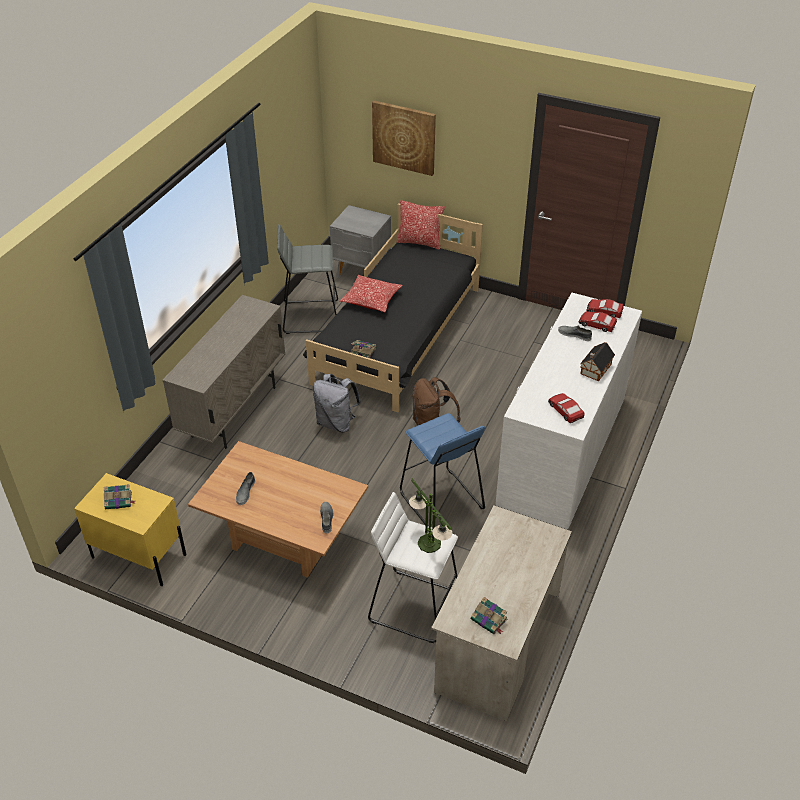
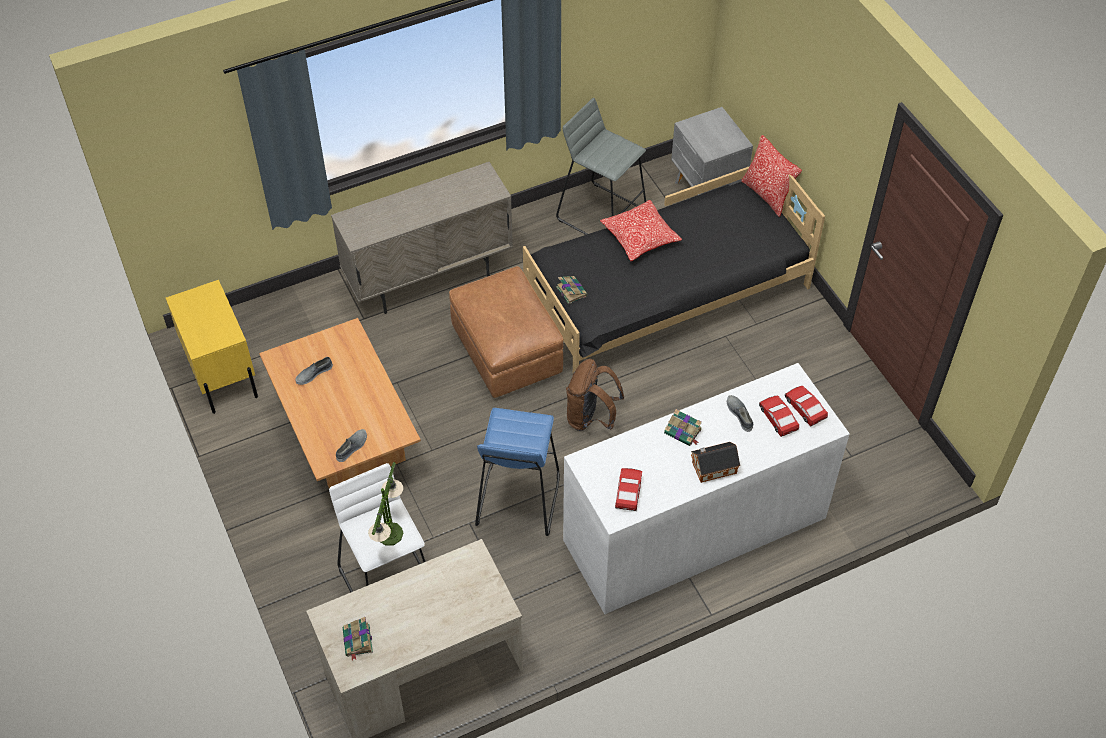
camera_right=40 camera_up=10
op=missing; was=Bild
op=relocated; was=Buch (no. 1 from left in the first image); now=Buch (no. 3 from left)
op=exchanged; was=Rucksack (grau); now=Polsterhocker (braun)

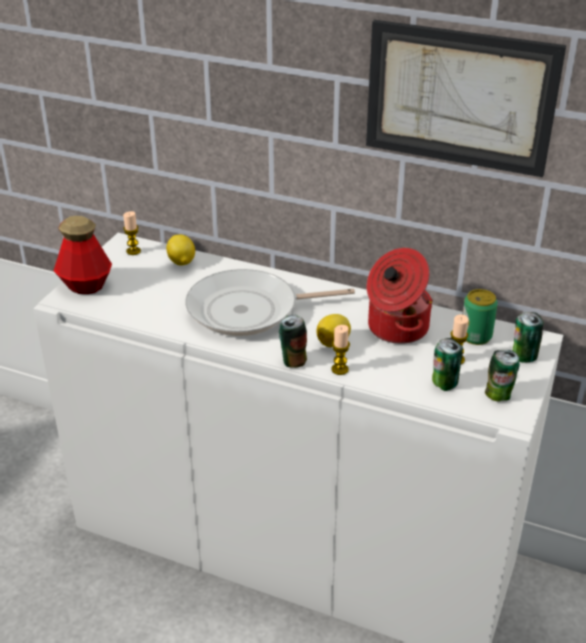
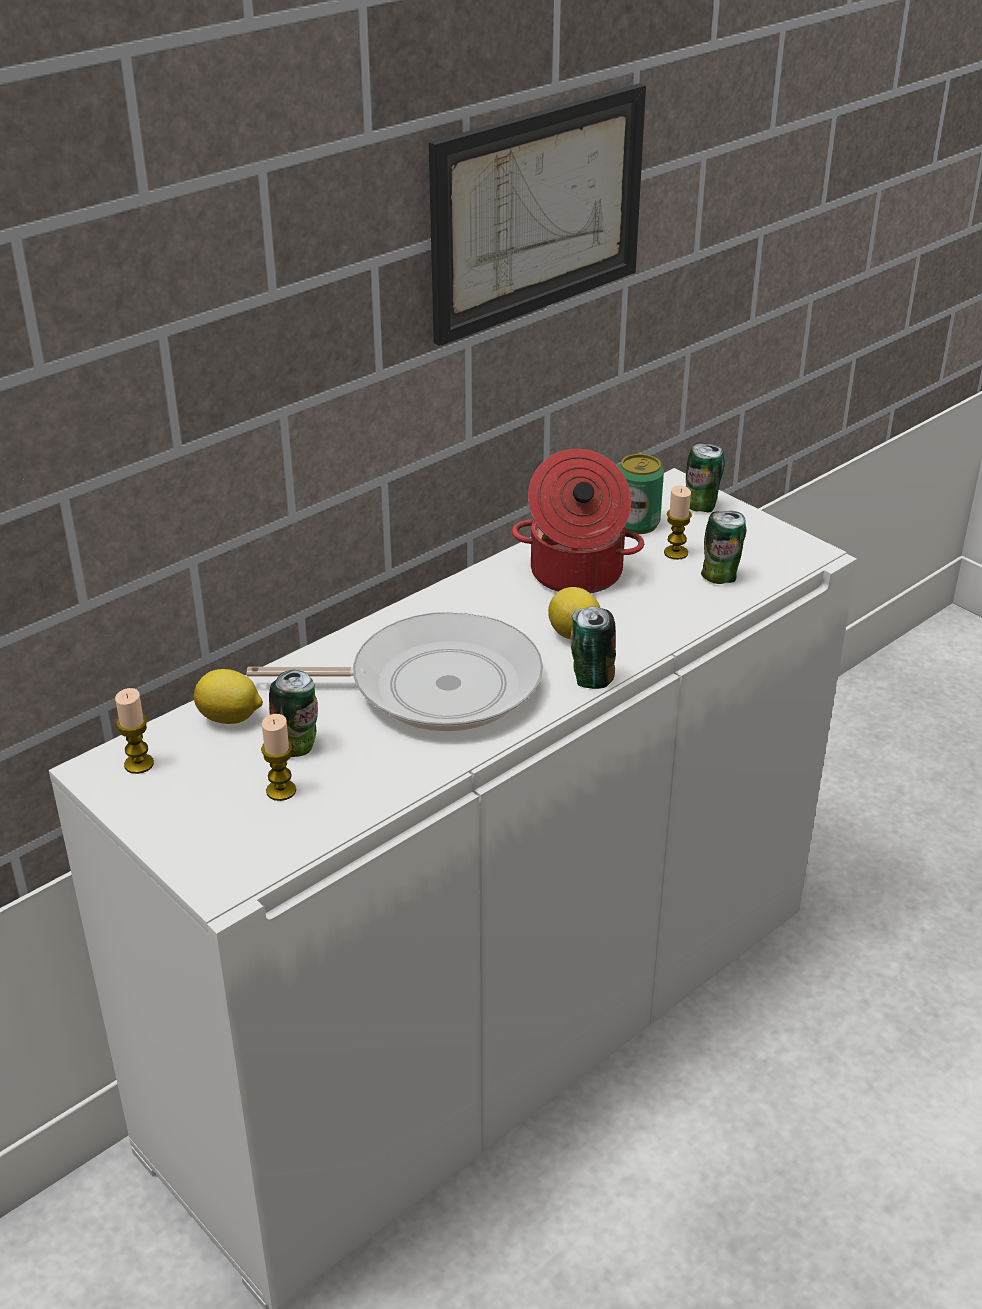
camera_right=-65 camera_up=0
op=missing; was=Flasche
op=relocated; was=Kerze (no. 2 from left)
op=relocated; was=Dose (no. 4 from left in the first image); now=Dose (no. 1 from left)
op=spun; was=Pfanne; clockwise=-105

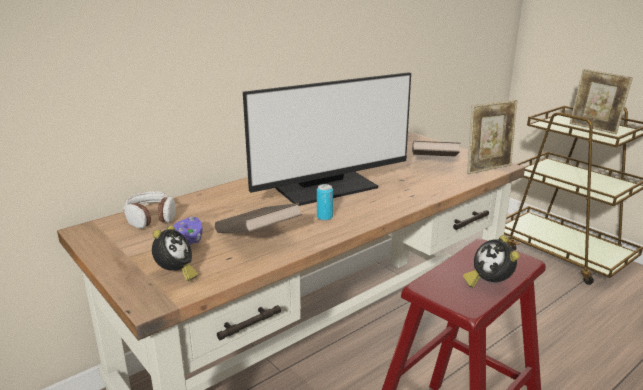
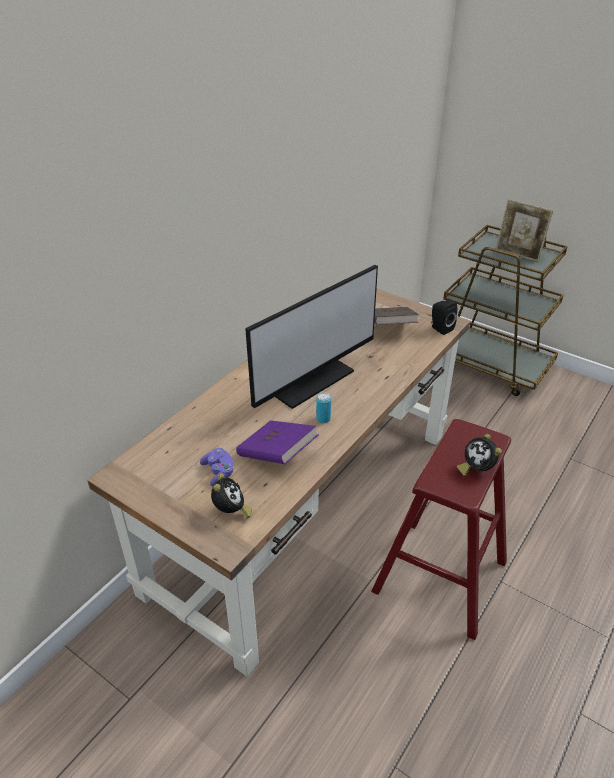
camera_right=-15 camera_up=15
op=missing; was=Kopfhörer
op=exchanged; was=Bilderrahmen (no. 1 from left); now=Lautsprecher (schwarz)
op=colour; was=Buch (braun) (no. 1 from left); now=Buch (lila)

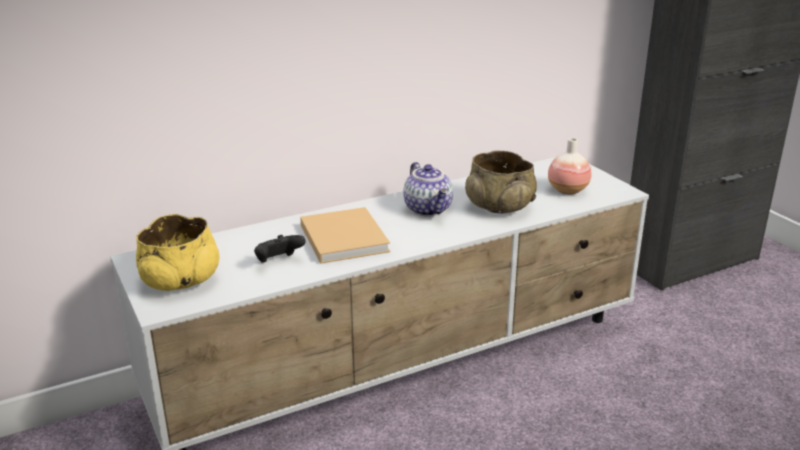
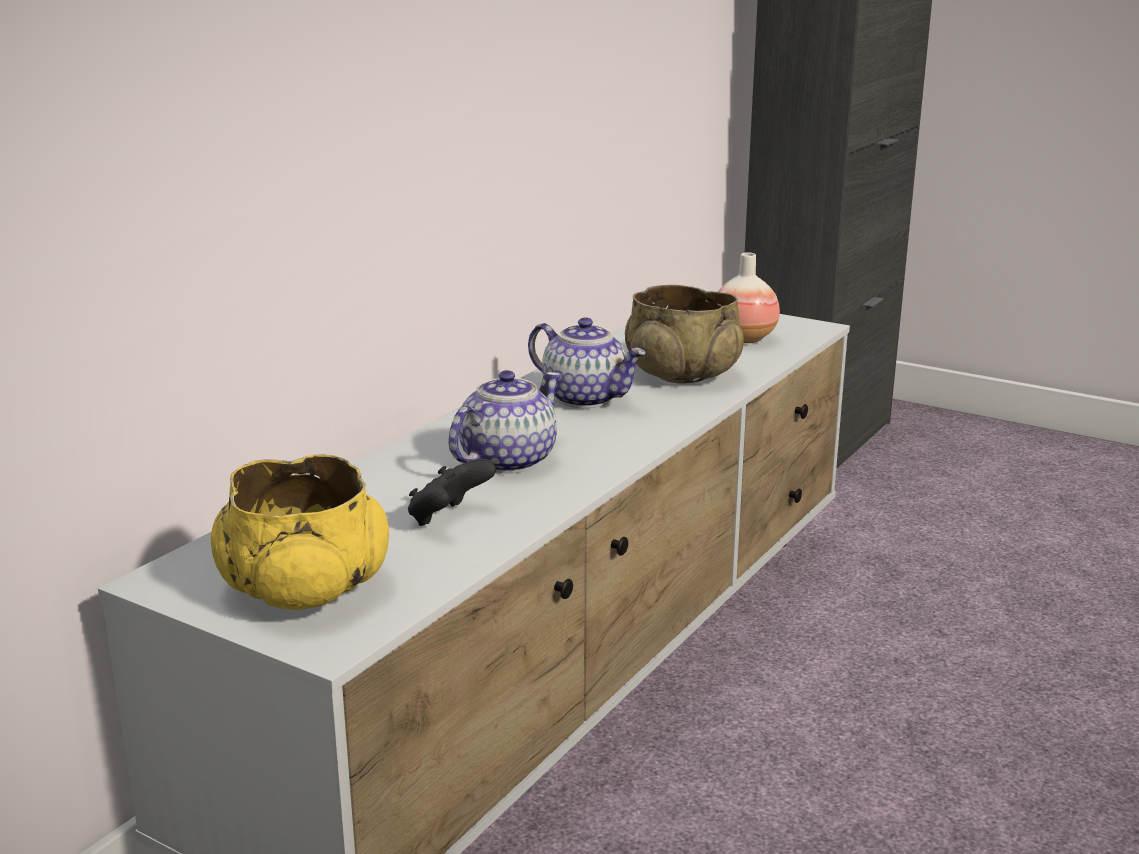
camera_right=-30 camera_up=-5
op=exchanged; was=Buch (beige); now=Teekanne (no. 1 from left)

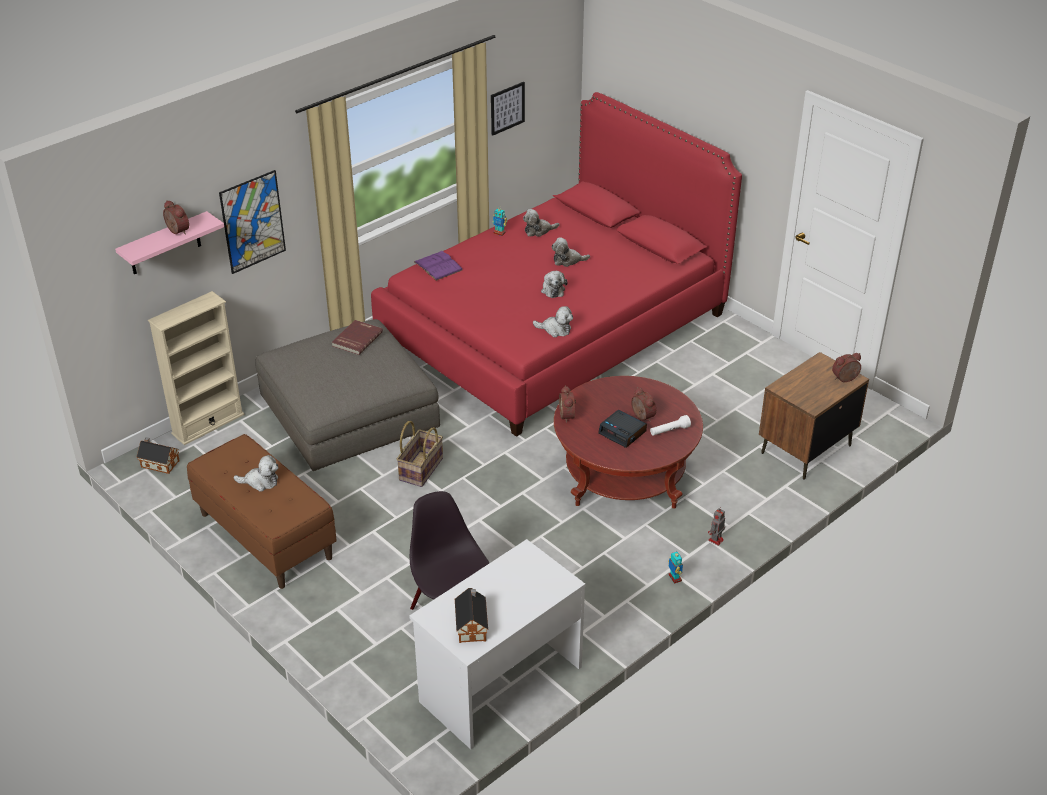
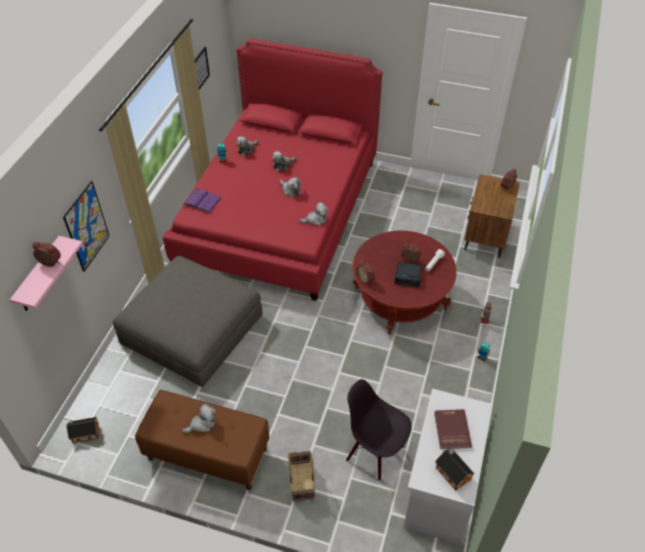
camera_right=-30 camera_up=10
op=missing; was=Bücherregal (beige)
op=relocated; was=Buch (rot)
op=relocated; was=Korb

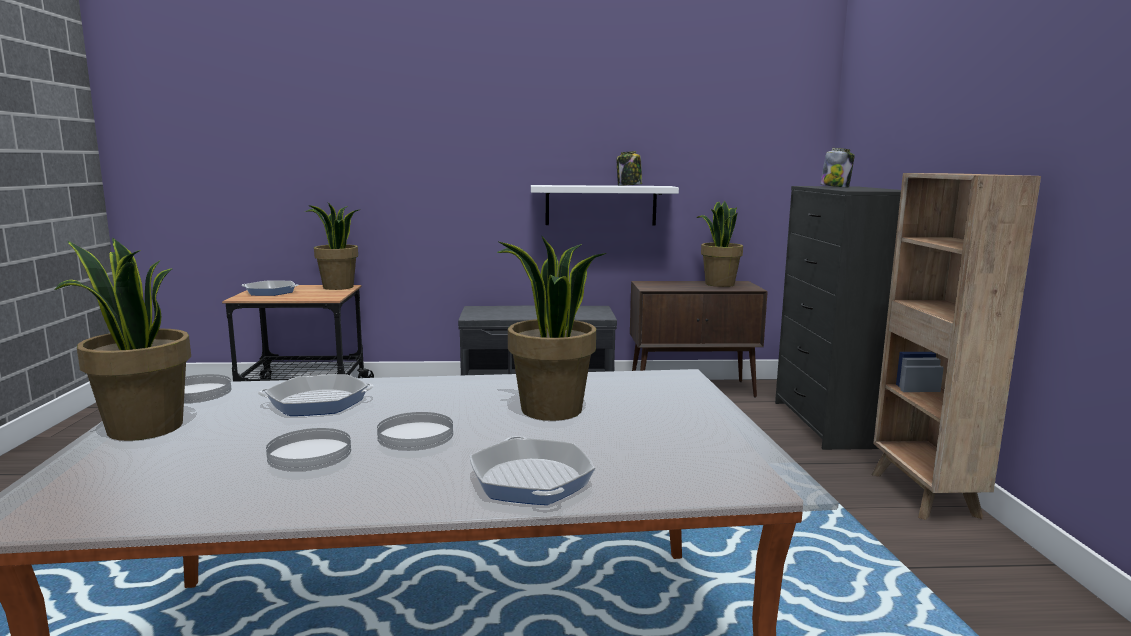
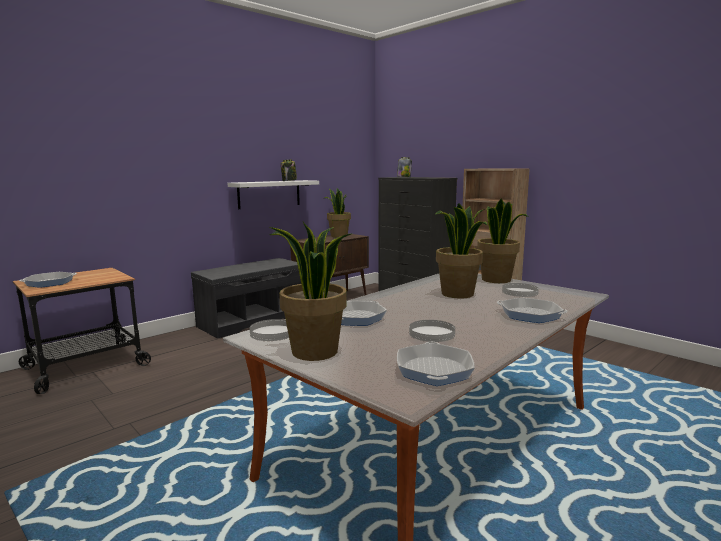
camera_right=-40 camera_up=0
op=appeared; now=Pfanne (no. 3 from left)
op=relocated; was=Topfpflanze (no. 2 from left in the first image); now=Topfpflanze (no. 4 from left)
op=relocated; was=Teller (weiß) (no. 3 from left)

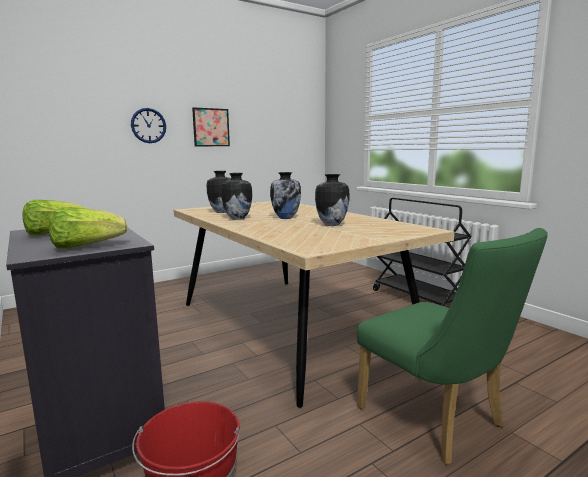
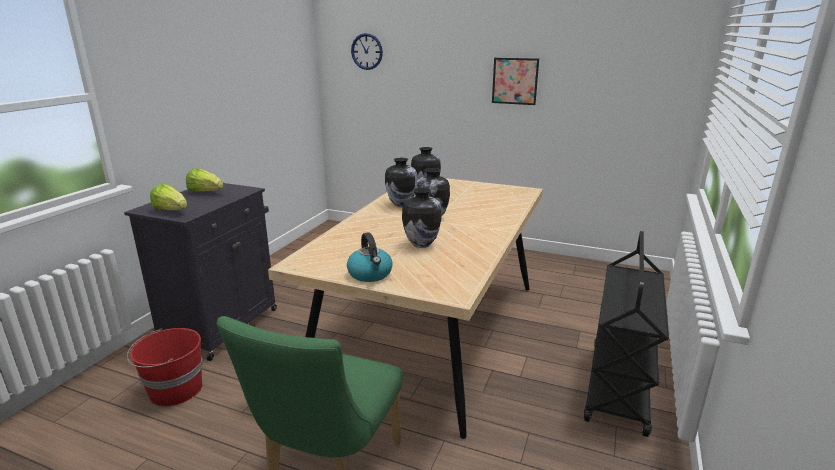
camera_right=55 camera_up=10
op=appeared; now=Wasserkessel
op=relocated; was=Wanduhr

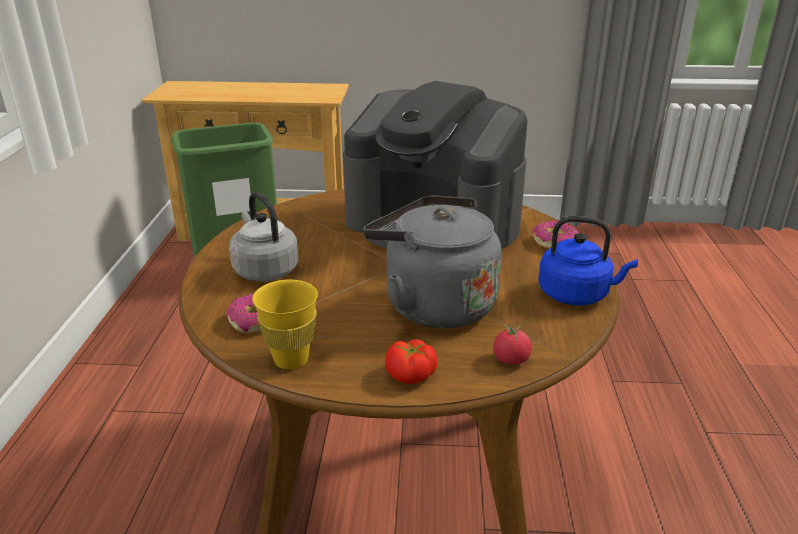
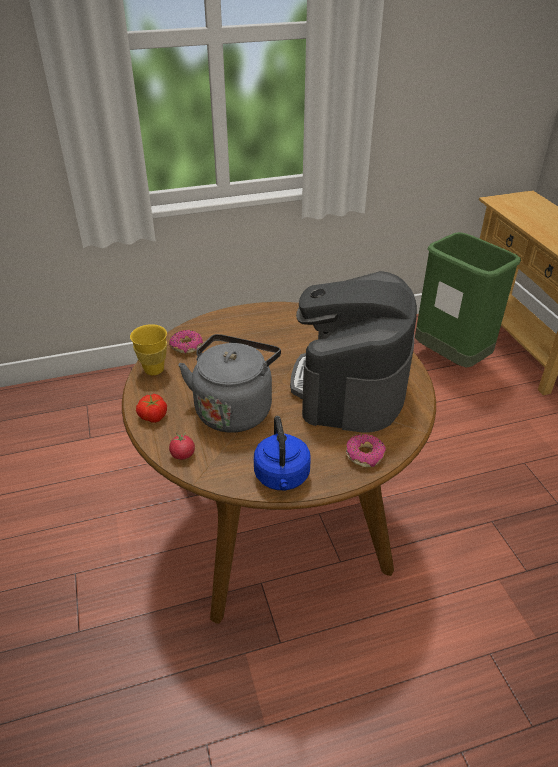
camera_right=70 camera_up=10
op=missing; was=Wasserkessel (grau) (no. 1 from left)

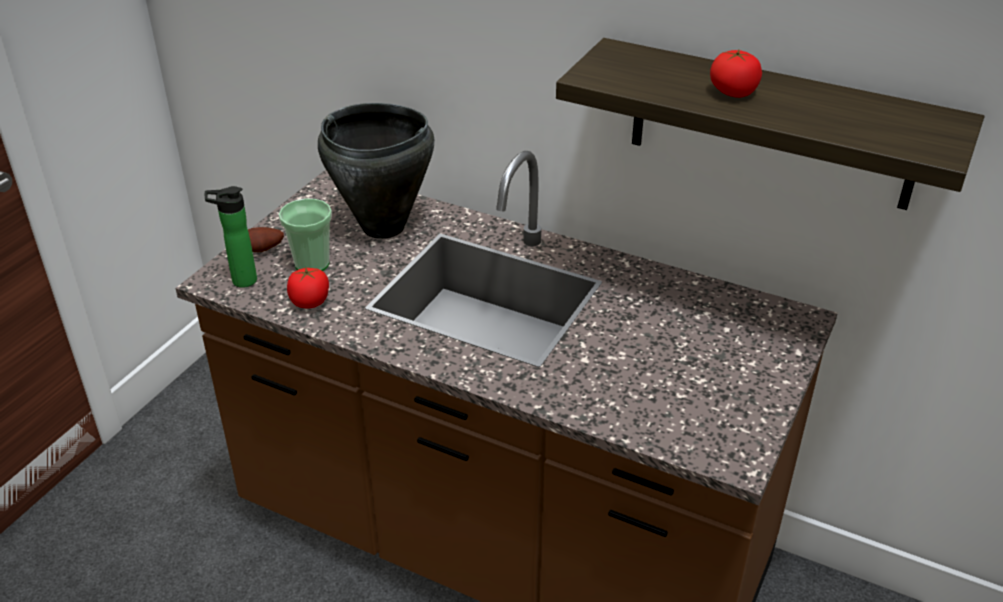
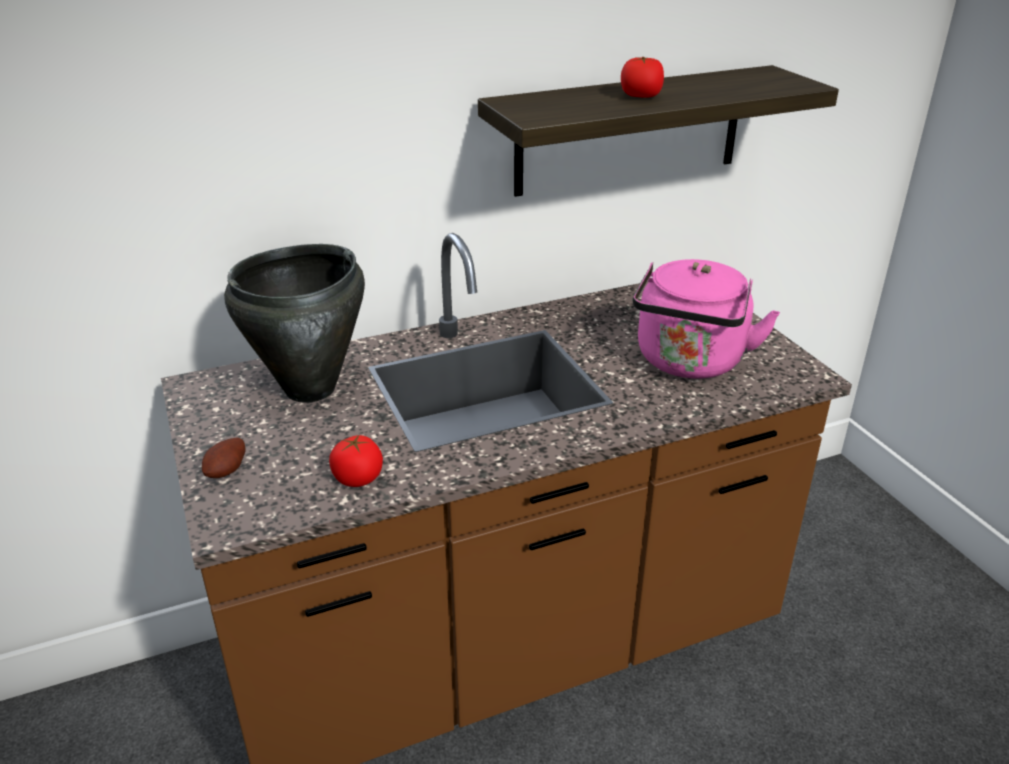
camera_right=-50 camera_up=-5
op=missing; was=Flasche
op=missing; was=Tasse
op=appeared; now=Wasserkessel (rosa)

